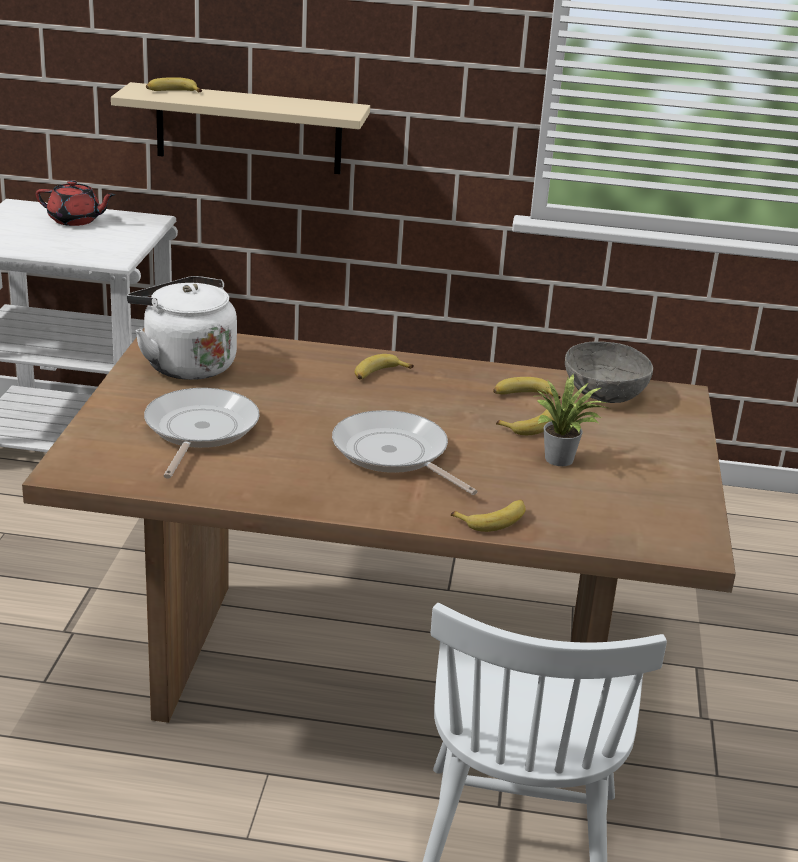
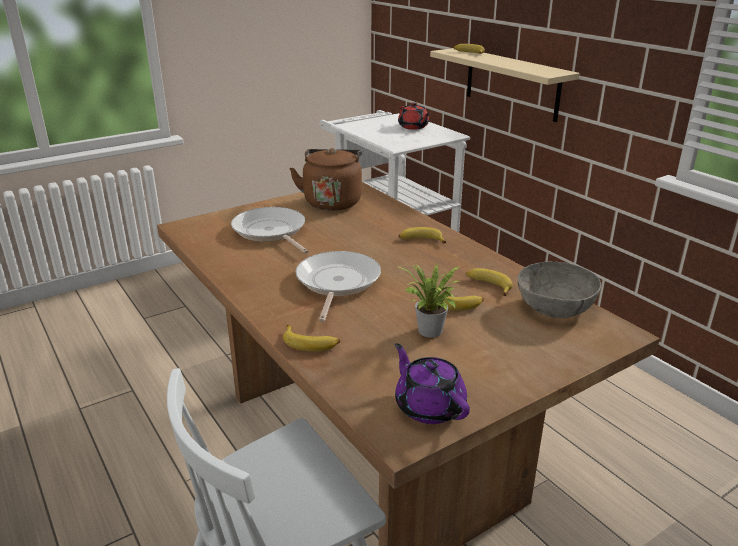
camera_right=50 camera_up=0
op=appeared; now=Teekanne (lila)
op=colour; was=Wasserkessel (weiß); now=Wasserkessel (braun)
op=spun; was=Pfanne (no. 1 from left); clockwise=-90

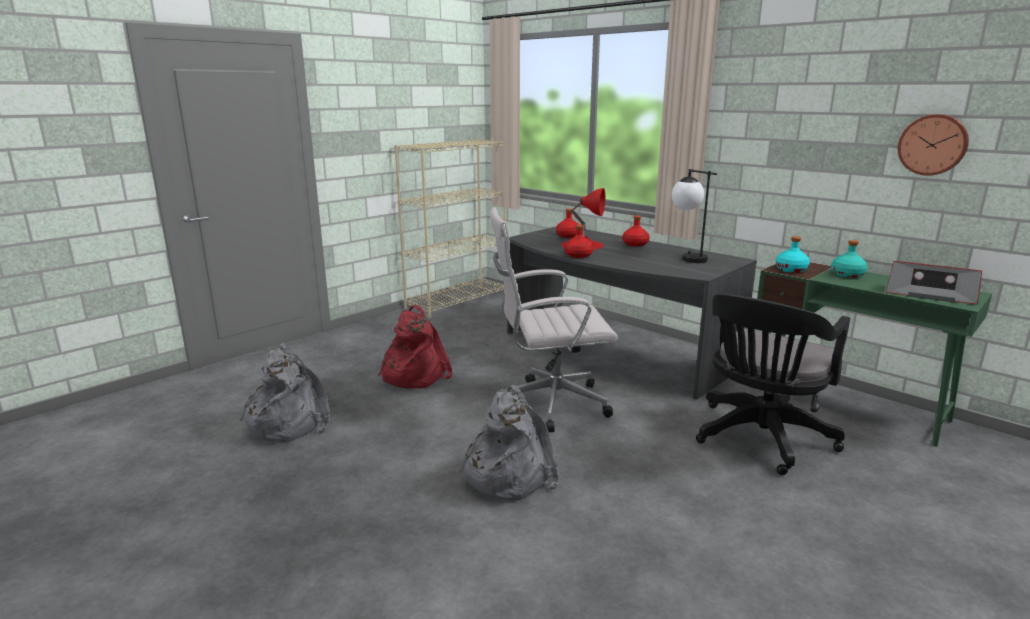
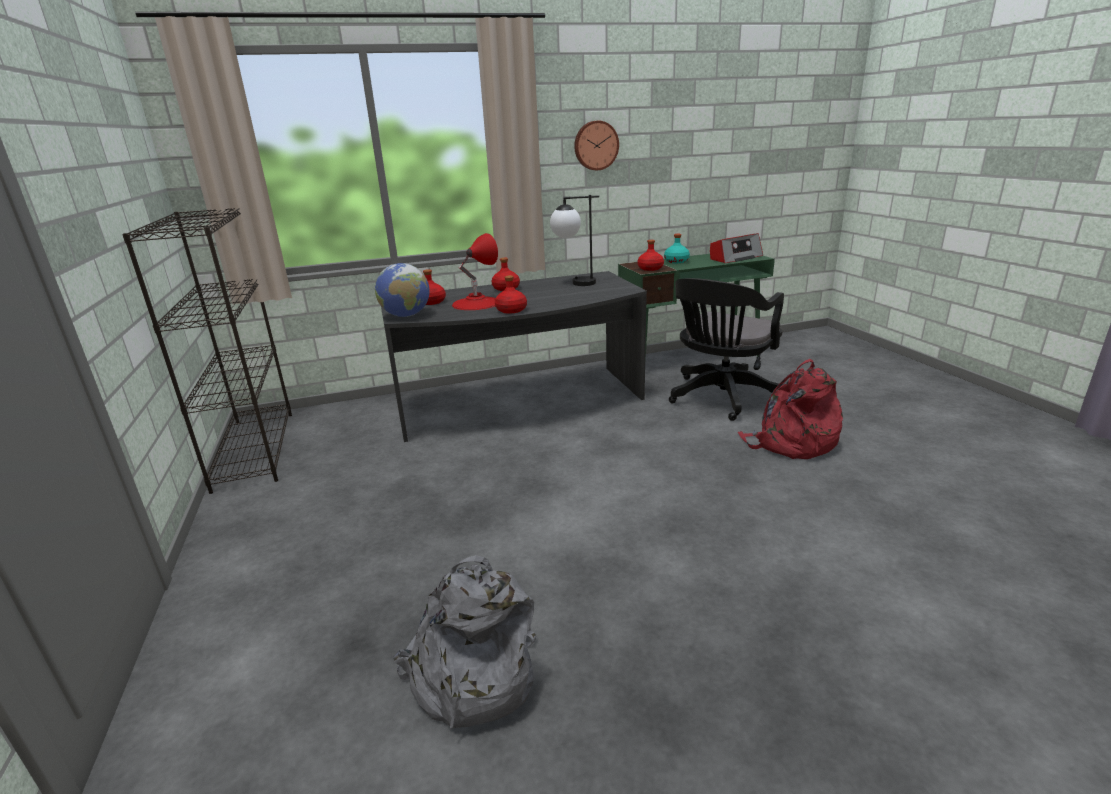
camera_right=-60 camera_up=5
op=missing; was=Rucksack (grau) (no. 2 from left)
op=missing; was=Bürostuhl (weiß)
op=appeared; now=Globus
op=relocated; was=Rucksack (rot)
op=relocated; was=Wanduhr
op=colour; was=Bücherregal (beige); now=Bücherregal (schwarz)
op=colour; was=Flasche (türkis) (no. 1 from left); now=Flasche (rot) (no. 4 from left)
op=spun; was=Bürostuhl (schwarz); clockwise=60

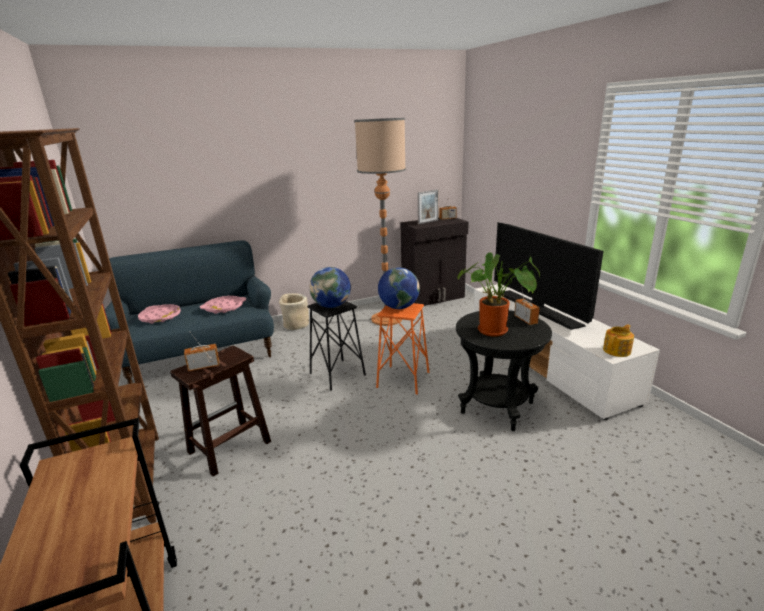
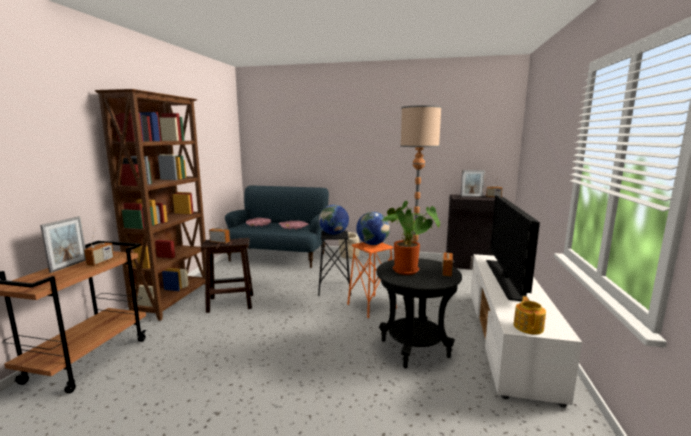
camera_right=35 camera_up=-10
op=appeared; now=Bilderrahmen (no. 1 from left)
op=appeared; now=Radio (no. 1 from left)
op=spun; was=Teekanne; clockwise=-75

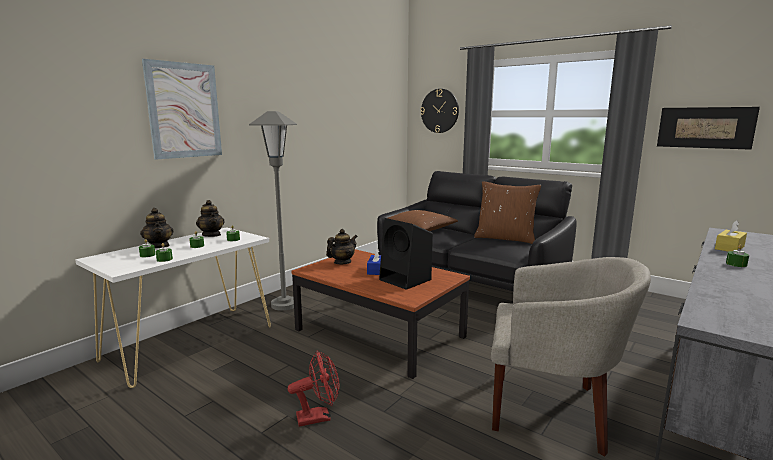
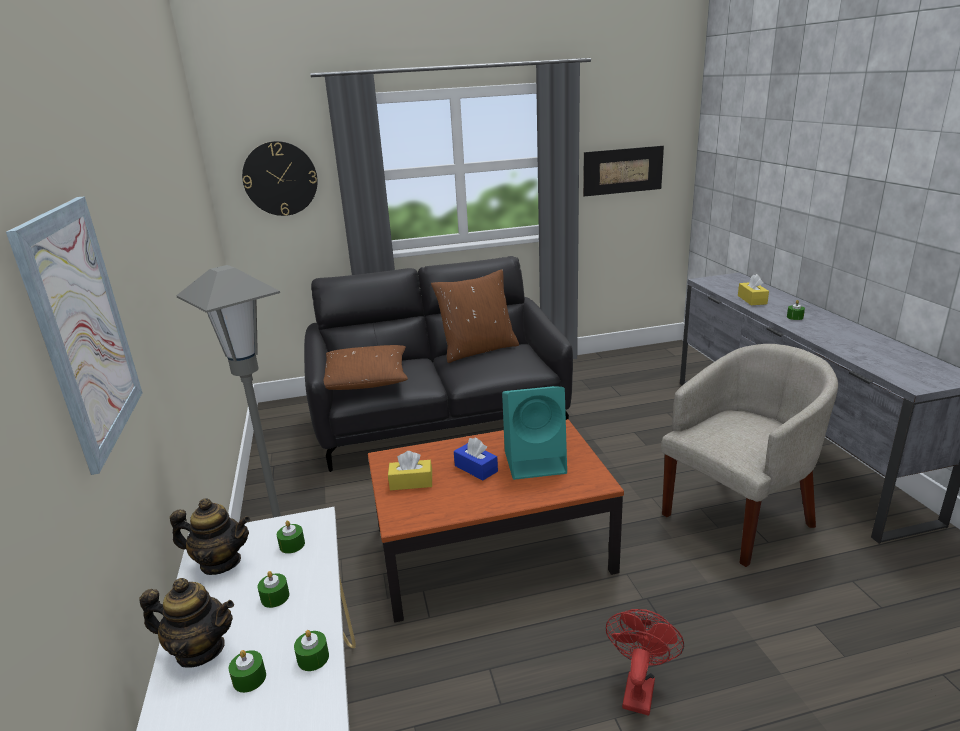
camera_right=-50 camera_up=10
op=exchanged; was=Teekanne (no. 3 from left); now=Taschentuchbox (gelb) (no. 1 from left)
op=colour; was=Lautsprecher (schwarz); now=Lautsprecher (türkis)

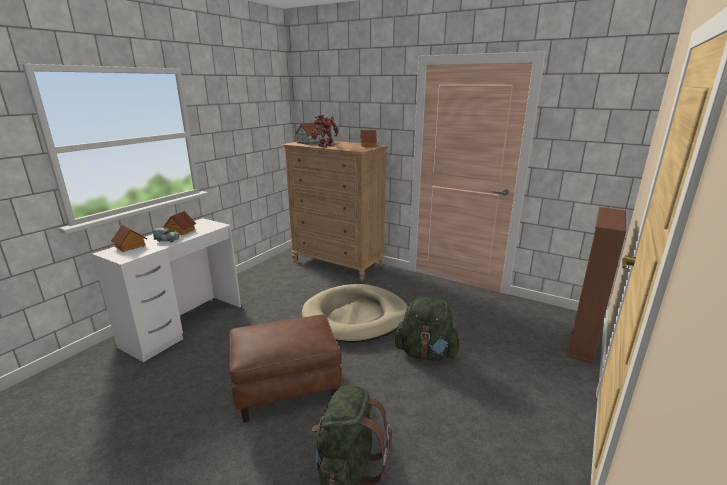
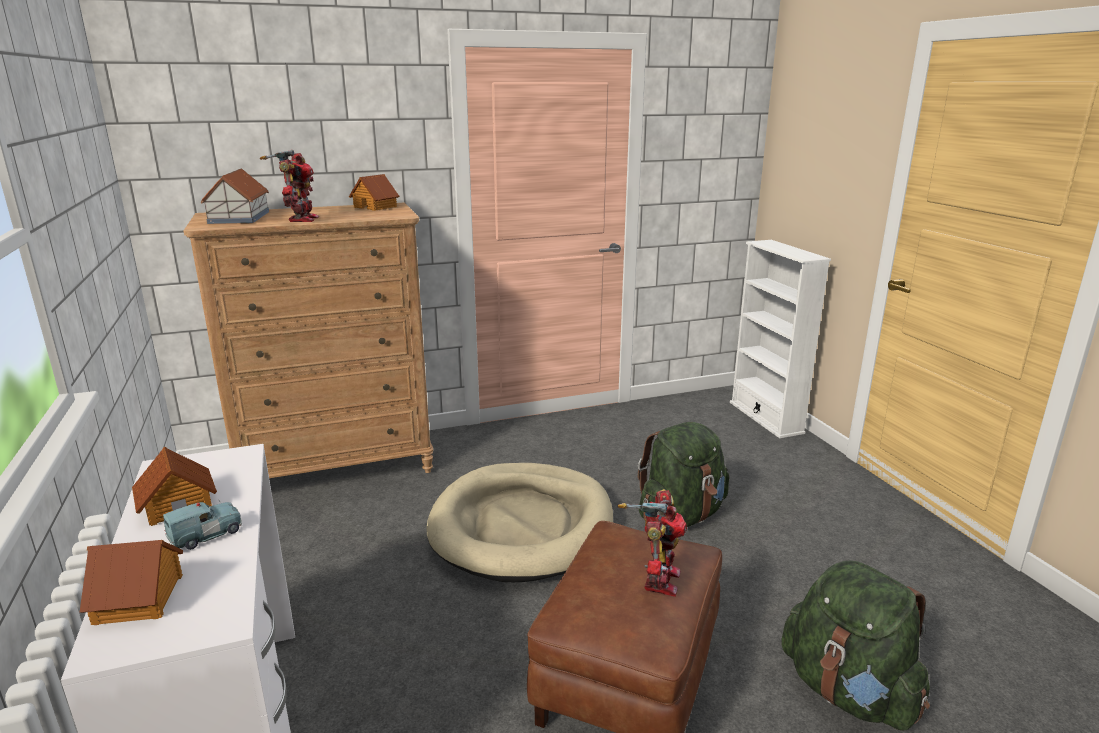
camera_right=-50 camera_up=0
op=appeared; now=Spielzeugroboter (no. 2 from left)
op=colour; was=Bücherregal (braun); now=Bücherregal (weiß)

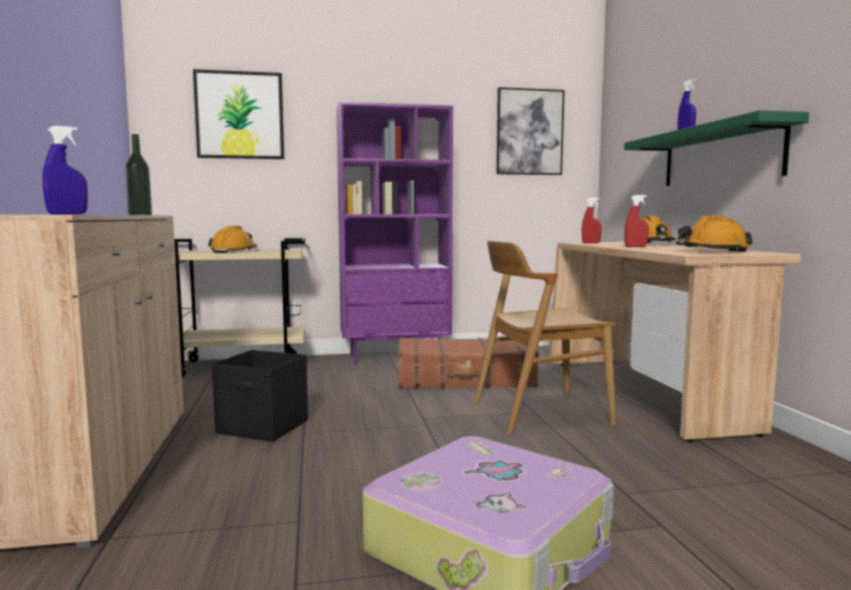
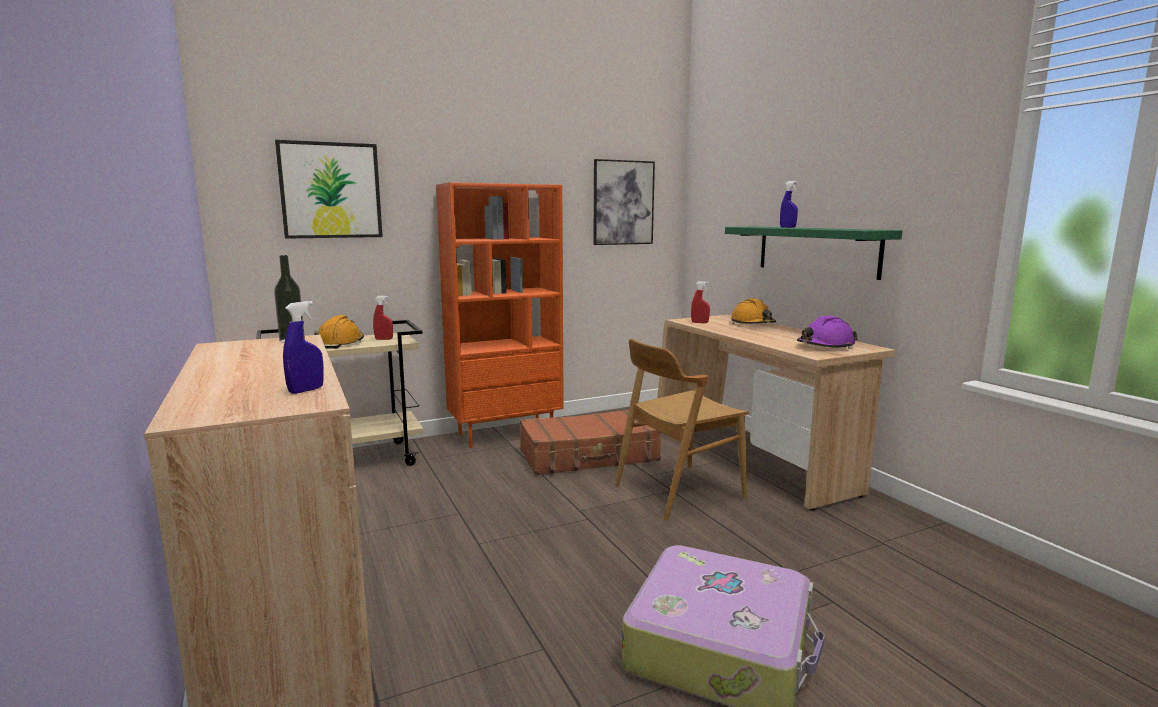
camera_right=-15 camera_up=5
op=missing; was=Aufbewahrungsbox (schwarz)
op=relocated; was=Sprühflasche (rot) (no. 2 from left in the first image); now=Sprühflasche (rot) (no. 1 from left)
op=colour; was=Bücherregal (lila); now=Bücherregal (orange)
op=colour; was=Schutzhelm (orange) (no. 3 from left); now=Schutzhelm (lila)

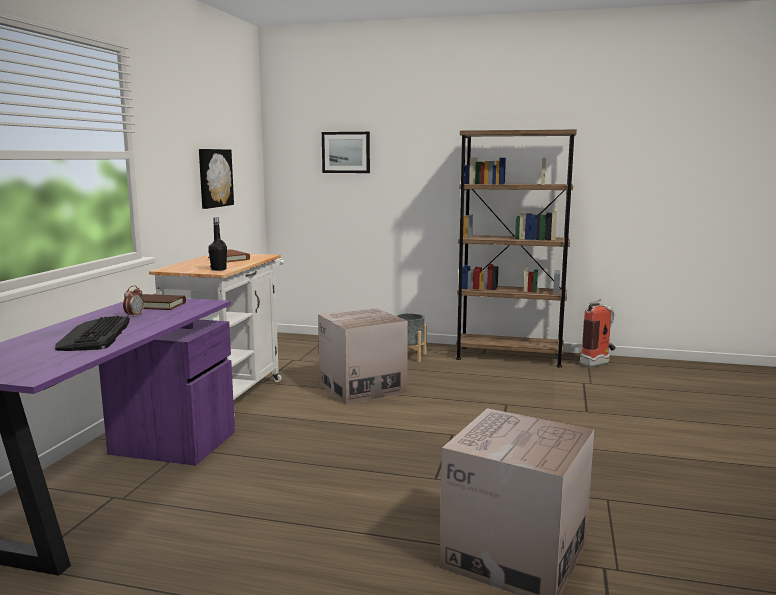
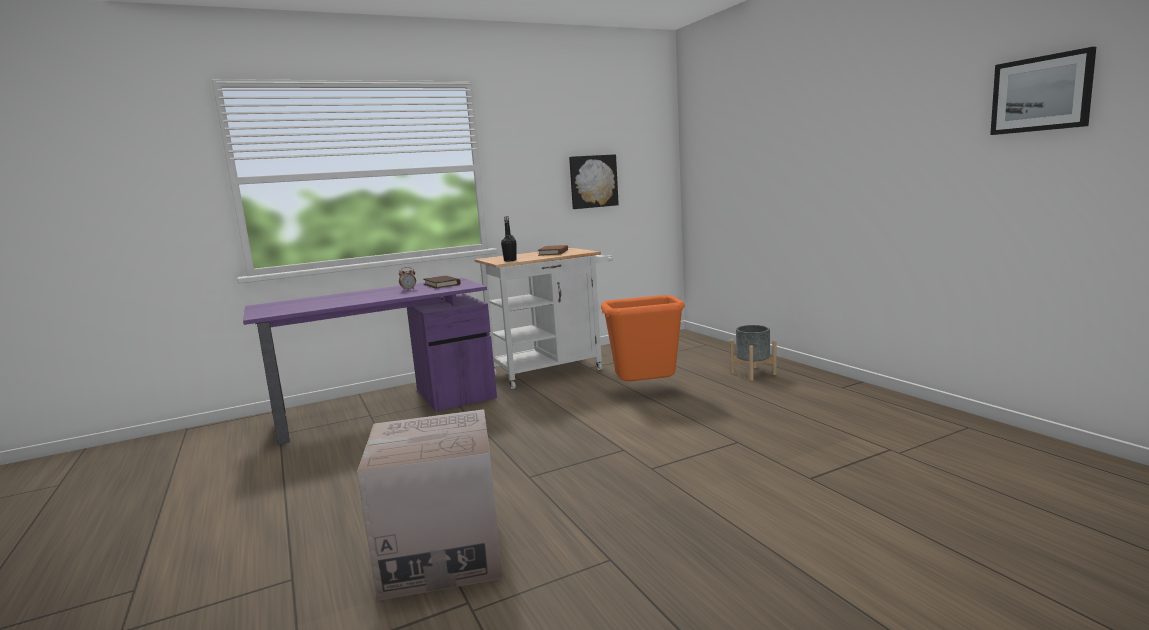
camera_right=50 camera_up=0
op=missing; was=Tastatur
op=missing; was=Bücherregal (braun)
op=missing; was=Feuerlöscher
op=relocated; was=Bild (no. 2 from left)
op=exchanged; was=Karton (no. 1 from left); now=Mülleimer (orange)

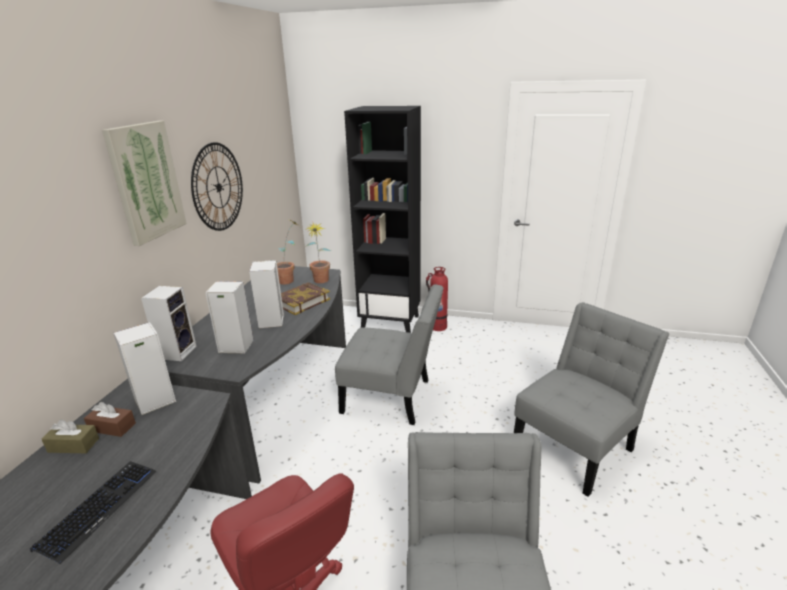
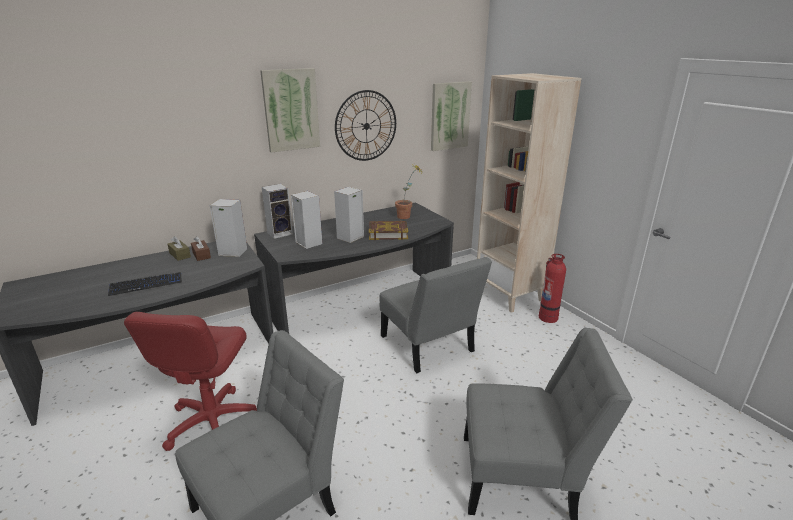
camera_right=45 camera_up=0
op=missing; was=Topfpflanze (no. 2 from left)
op=appeared; now=Bild (no. 2 from left)
op=colour; was=Bücherregal (schwarz); now=Bücherregal (beige)

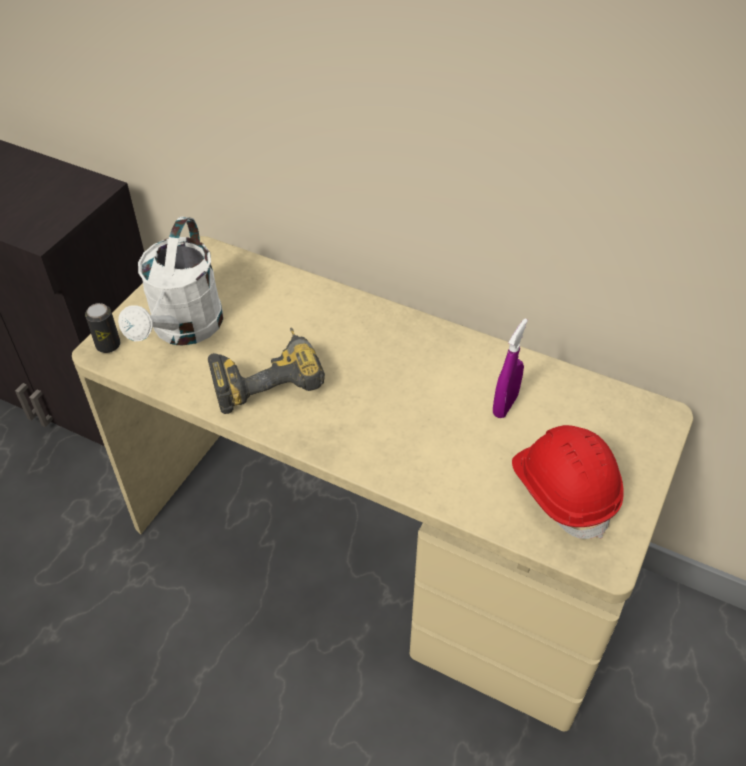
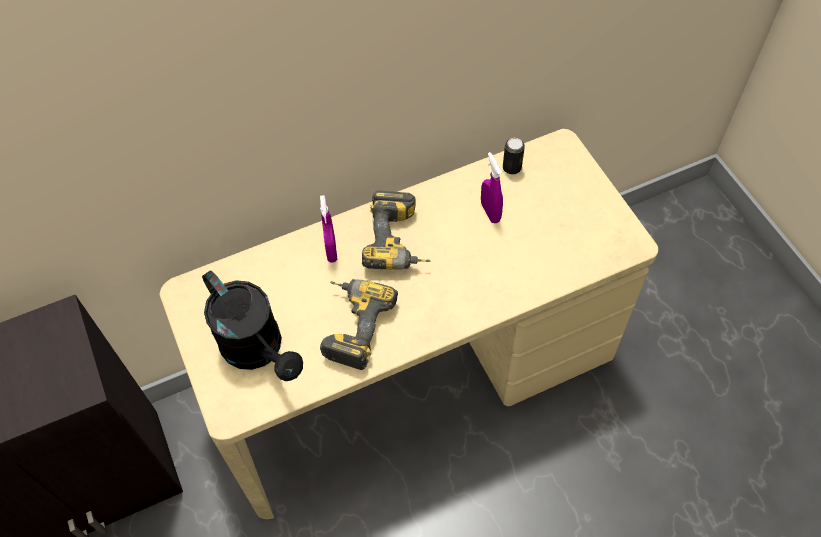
camera_right=-50 camera_up=10
op=missing; was=Schutzhelm (rot)
op=appeared; now=Sprühflasche (lila) (no. 1 from left)
op=appeared; now=Bohrmaschine (no. 2 from left)
op=relocated; was=Dose
op=colour; was=Gießkanne (weiß); now=Gießkanne (schwarz)

